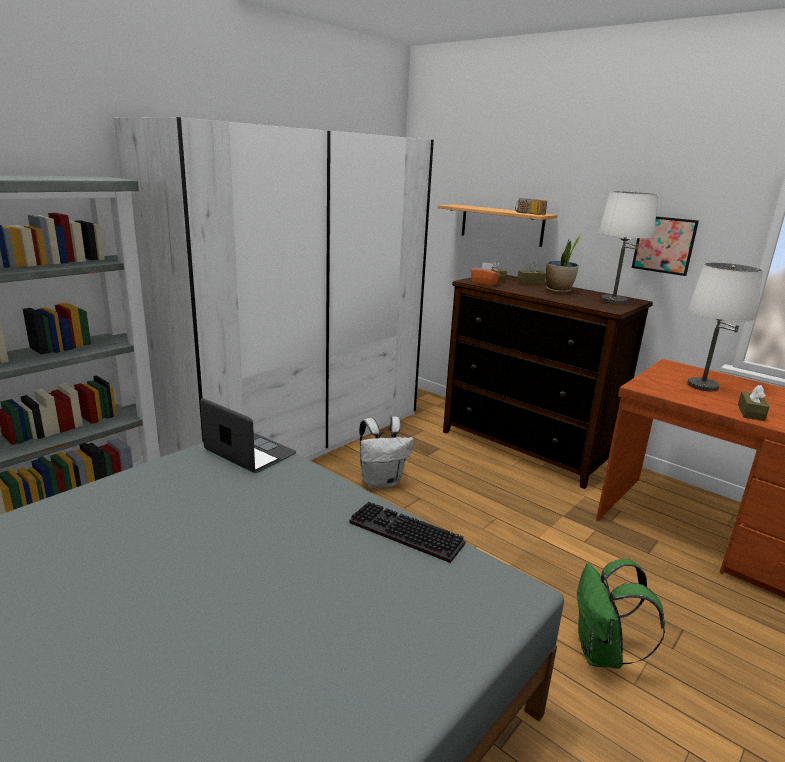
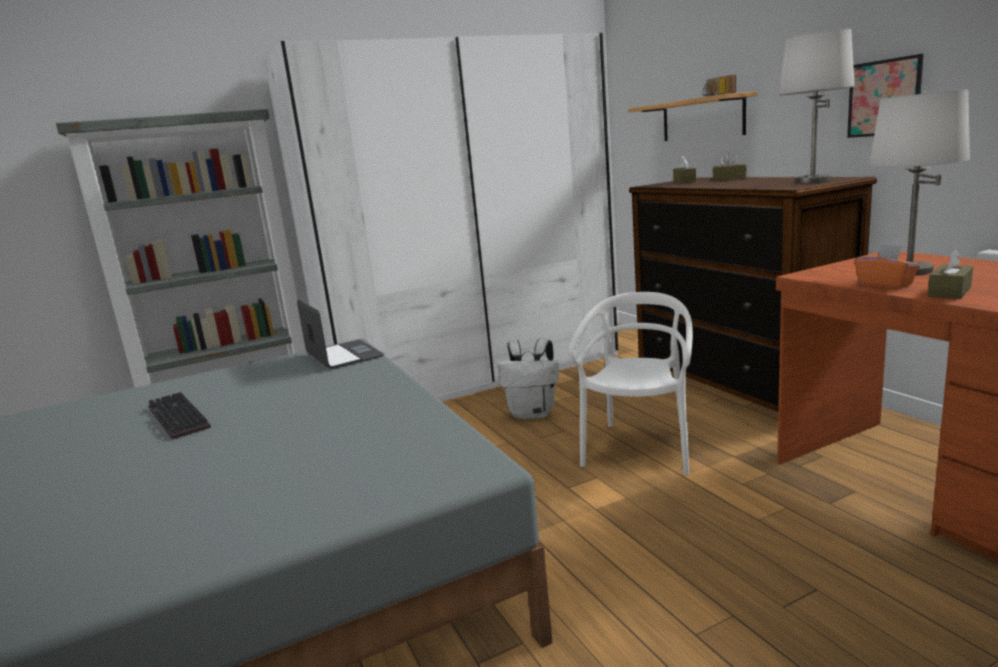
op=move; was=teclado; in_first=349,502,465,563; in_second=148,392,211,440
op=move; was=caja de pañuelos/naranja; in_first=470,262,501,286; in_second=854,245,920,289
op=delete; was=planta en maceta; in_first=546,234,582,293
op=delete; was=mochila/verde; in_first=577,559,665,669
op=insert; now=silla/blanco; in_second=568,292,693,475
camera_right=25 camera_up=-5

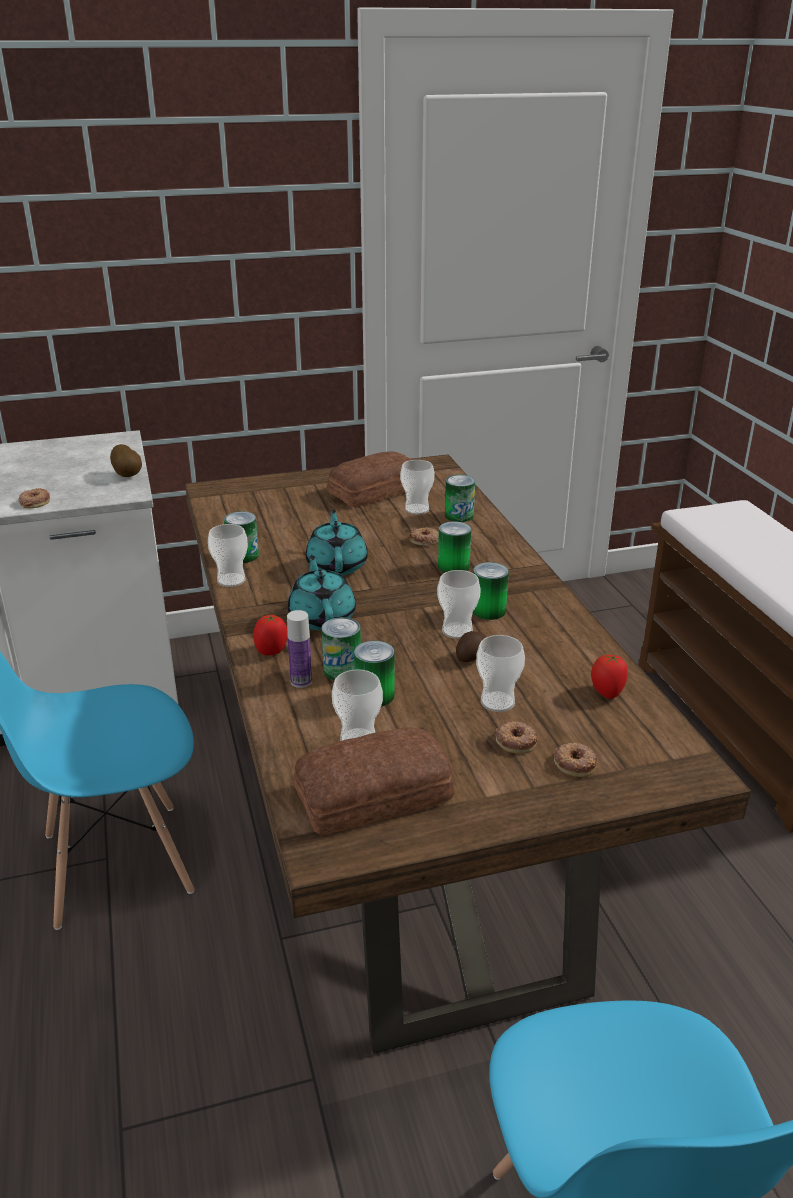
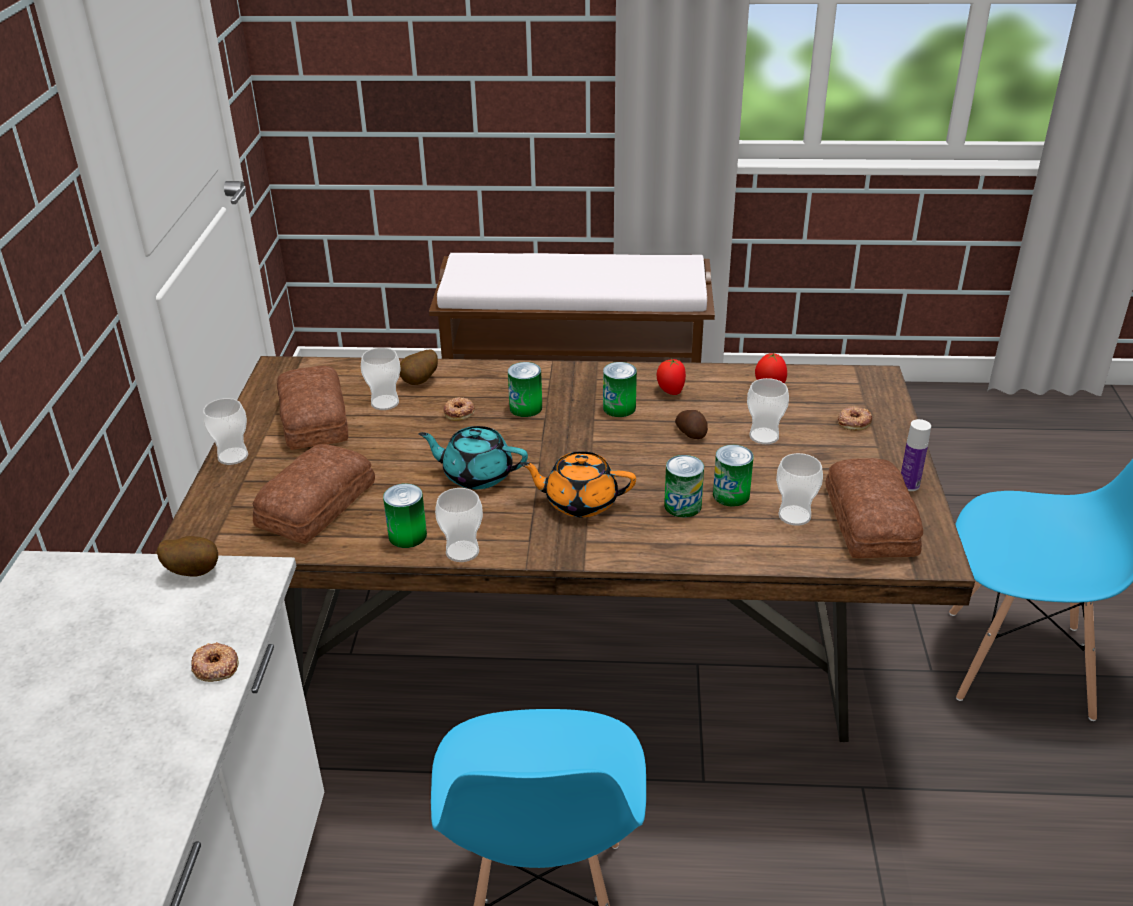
op=move; was=tomate; in_first=253,615,288,655; in_second=657,358,686,395
op=recolor; was=tetera/turquesa; now=tetera/naranja; in_first=287,555,356,630; in_second=520,451,636,517
op=move; was=botella; in_first=287,610,312,688; in_second=901,419,931,491
op=move; was=taza; in_first=437,570,481,639; in_second=203,398,248,465
op=replace; was=lata; now=patata; in_first=445,475,475,522; in_second=400,349,438,385
op=delete; was=rosquilla; in_first=495,722,538,754
op=insert; now=pan; in_second=252,444,375,544
camera_right=-70 camera_up=5

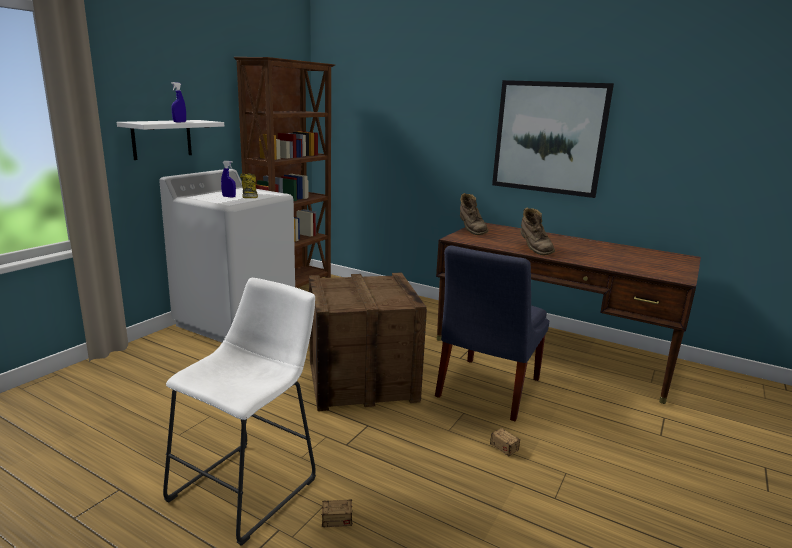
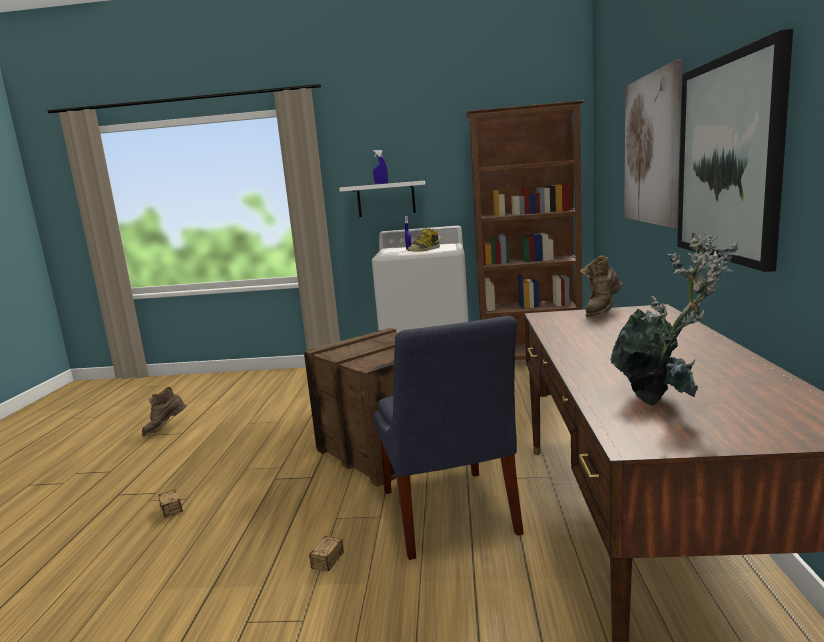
op=delete; was=taburete/blanco; in_first=163,278,316,546
op=rotate; was=silla/azul; in_first=435,246,549,421; in_second=374,316,524,560; clockwise=-105
op=move; was=bota/marrón; in_first=521,207,555,256; in_second=142,387,187,436
op=insert; now=planta en maceta; in_second=611,233,738,406
op=insert; now=cuadro; in_second=624,59,682,228
camera_right=65 camera_up=-5

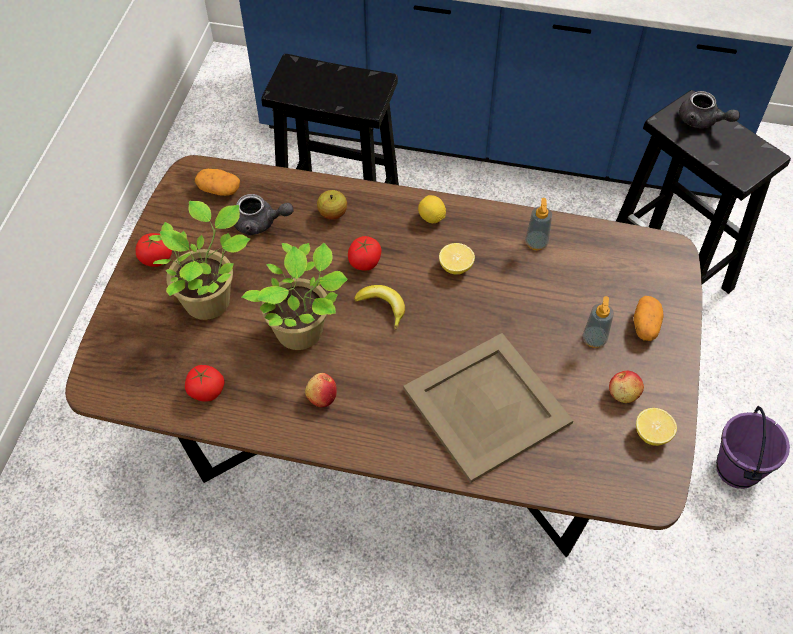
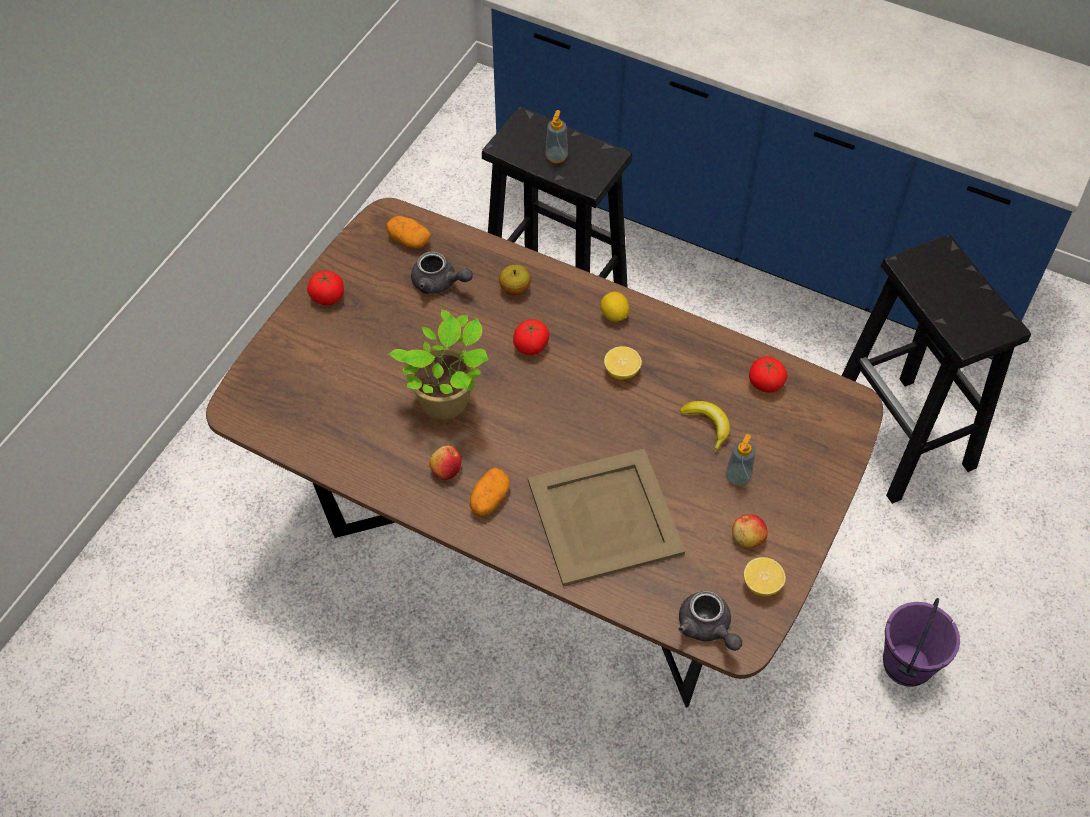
op=delete; was=planta en maceta; in_first=148,201,250,320
op=move; was=tomate; in_first=185,365,225,402; in_second=749,356,788,393
op=move; was=plátano; in_first=354,285,405,330; in_second=680,401,730,452
op=move; was=dispensador de jabón; in_first=525,198,552,250; in_second=545,110,568,163
op=move; was=patata; in_first=634,296,664,341; in_second=470,468,510,516
op=move; was=tetera/gris; in_first=679,91,740,128; in_second=679,591,742,651
camera_right=15 camera_up=0

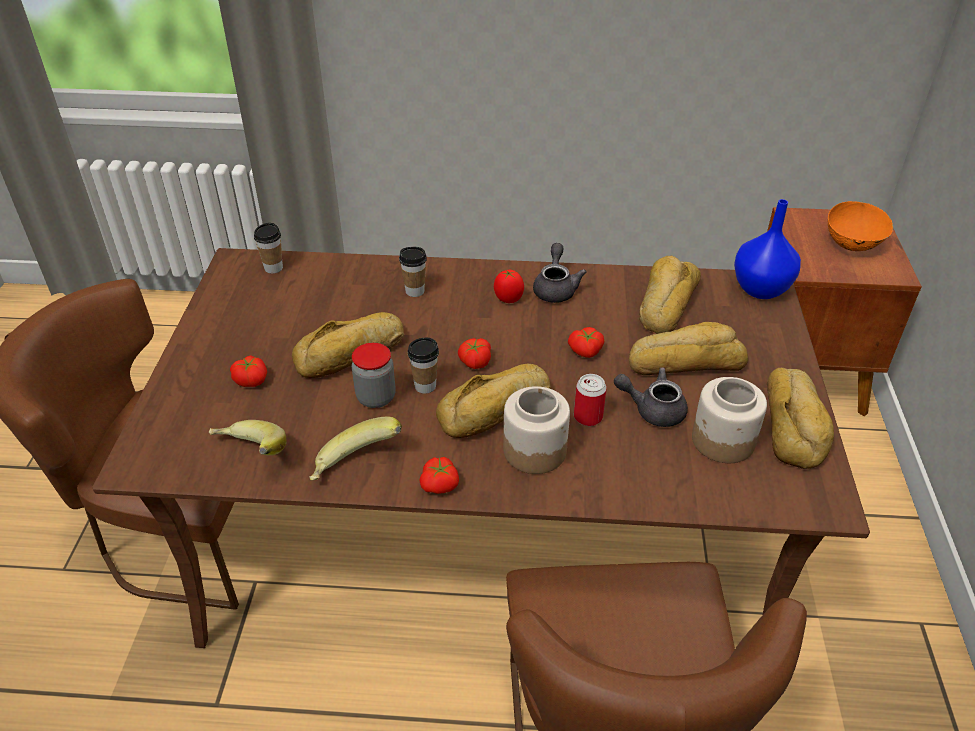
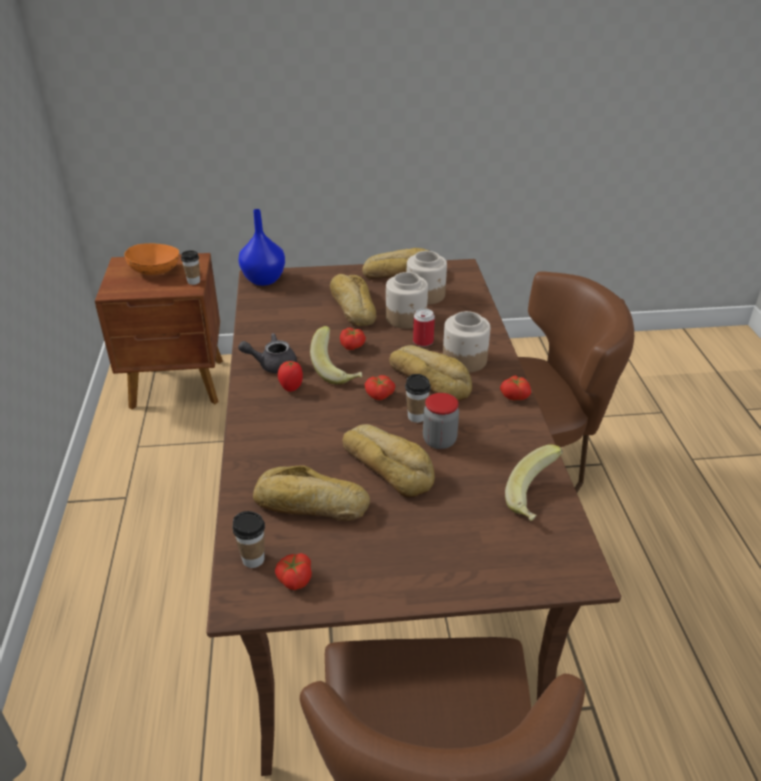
op=move; was=tomate; in_first=230,355,267,387; in_second=275,553,312,590
op=move; was=plátano; in_first=309,417,402,481; in_second=310,326,362,385
op=move; was=taza; in_first=399,246,427,297; in_second=181,250,200,285
op=replace; was=tetera/gris; now=tarro; in_first=614,367,688,427; in_second=386,272,428,329
op=move; was=pan; in_first=639,256,701,334; in_second=253,465,370,521
camera_right=-100 camera_up=-5

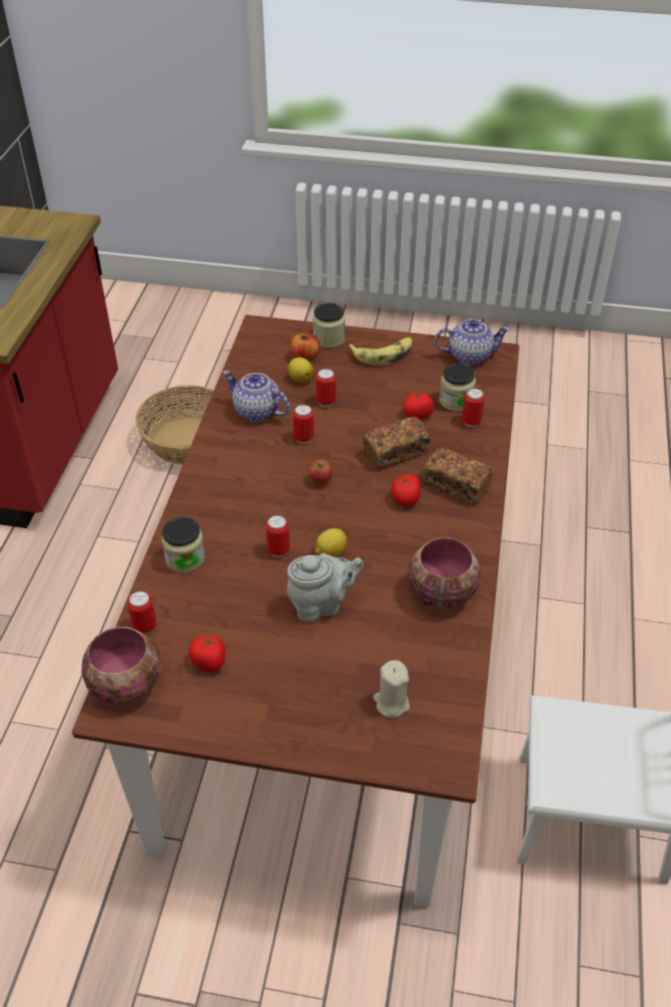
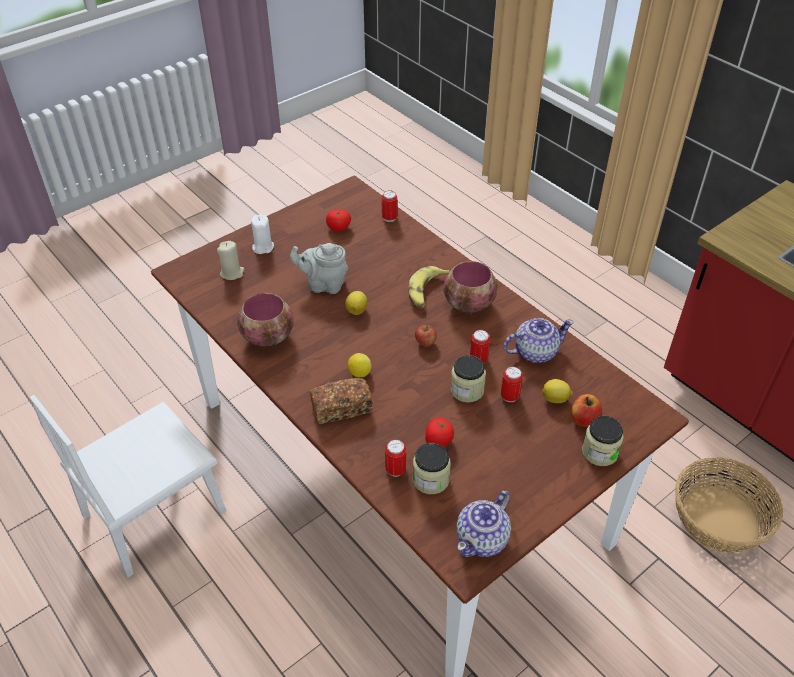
op=move; was=cuenco; in_first=82,627,161,704; in_second=444,261,497,316
op=move; was=tarro; in_first=162,517,205,573; in_second=450,355,486,403
op=delete; was=lata; in_first=266,515,290,557
op=rotate; was=tetera/gris; in_first=287,553,364,622; in_second=290,243,348,294; clockwise=75
op=move; was=plátano; in_first=348,337,413,365; in_second=409,266,450,308
op=delete; was=pan; in_first=363,417,430,470
op=replace; was=tomate; now=limón; in_first=391,474,421,506; in_second=348,353,372,377
op=insert; now=vela/blanco; in_second=251,214,274,254
camera_right=130 camera_up=0

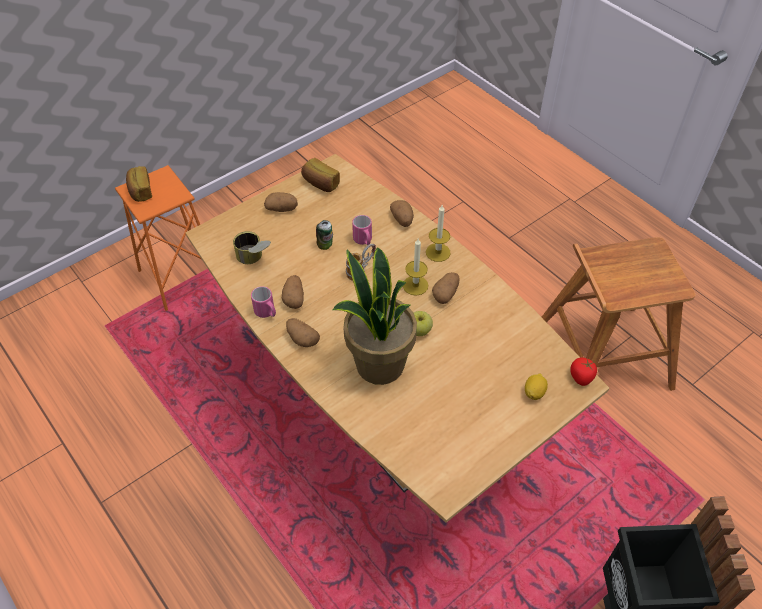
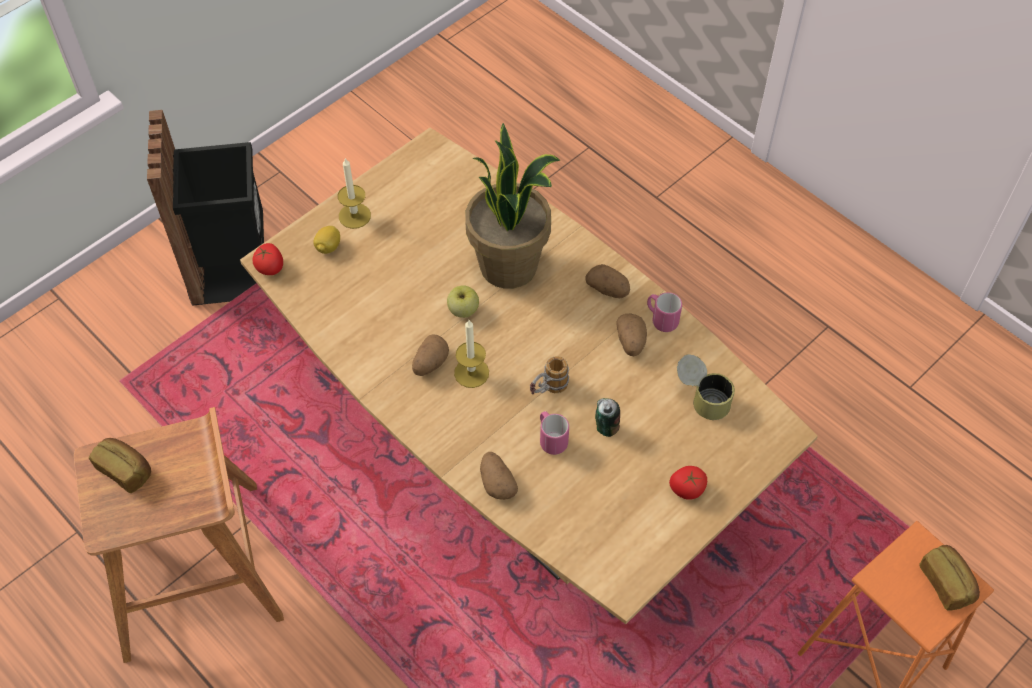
op=replace; was=patata; now=tomate; in_first=264,192,298,212; in_second=669,466,707,500
op=move; was=pan; in_first=301,158,340,192; in_second=89,438,151,493
op=move; was=vela; in_first=426,205,450,262; in_second=338,157,371,229
camera_right=175 camera_up=5

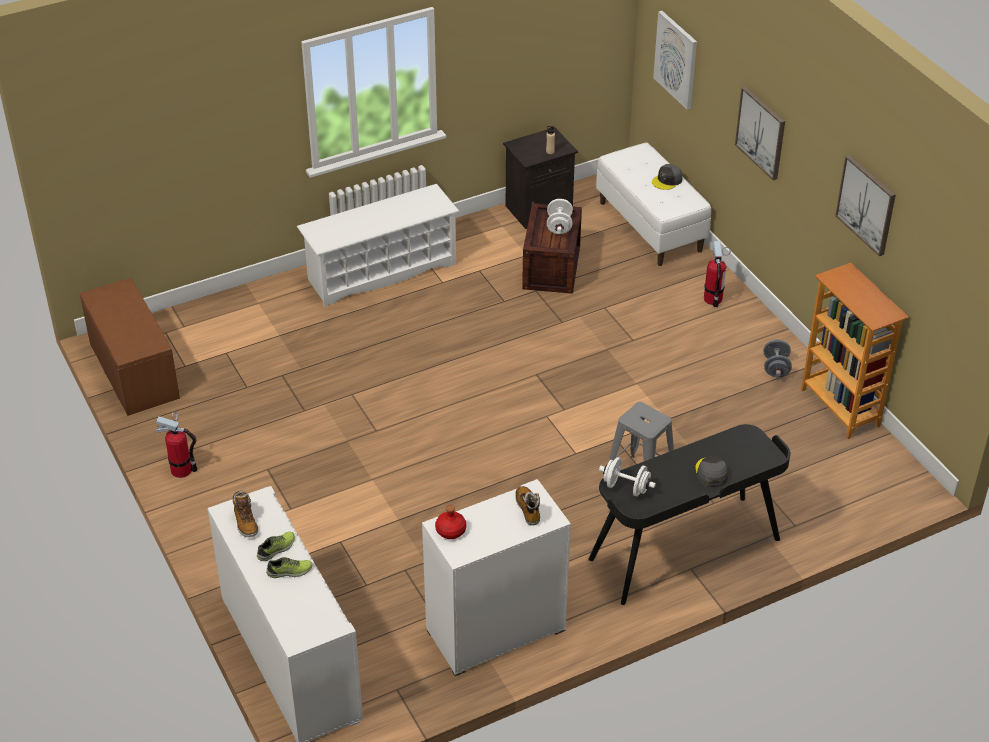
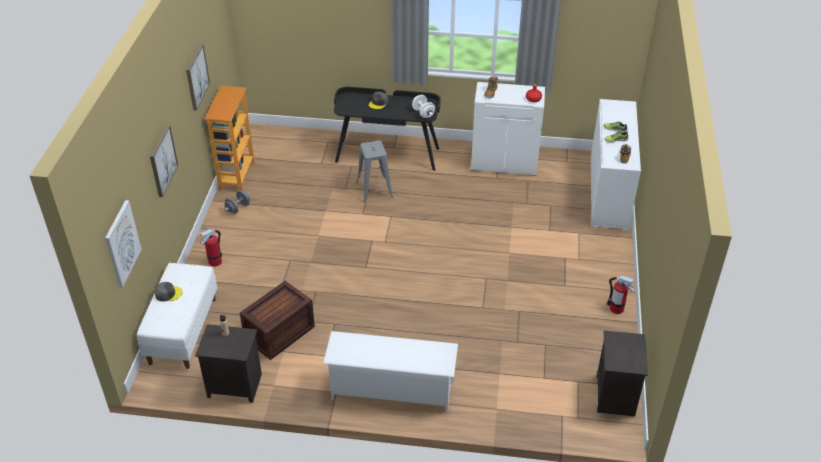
op=replace; was=banco/marrón; now=mesita de noche/negro; in_first=80,278,180,416; in_second=597,331,648,416
op=delete; was=mancuerna/blanco; in_first=547,199,573,234
camera_right=-145 camera_up=0

